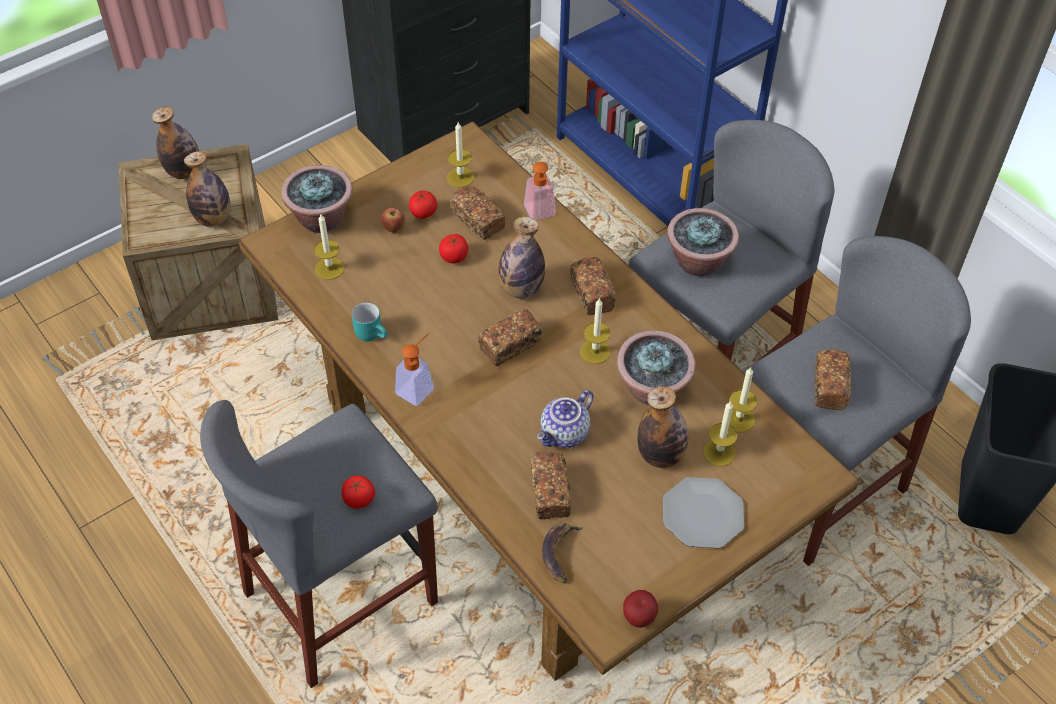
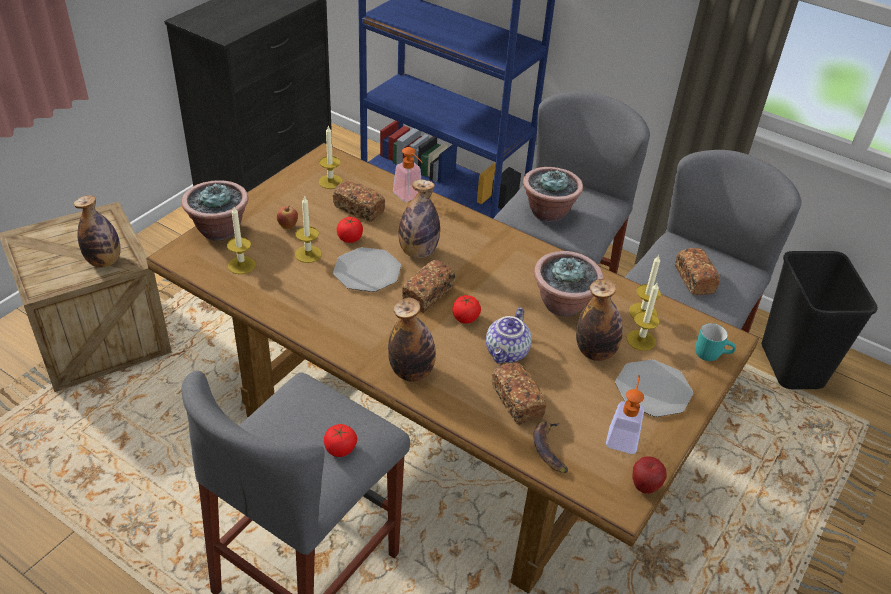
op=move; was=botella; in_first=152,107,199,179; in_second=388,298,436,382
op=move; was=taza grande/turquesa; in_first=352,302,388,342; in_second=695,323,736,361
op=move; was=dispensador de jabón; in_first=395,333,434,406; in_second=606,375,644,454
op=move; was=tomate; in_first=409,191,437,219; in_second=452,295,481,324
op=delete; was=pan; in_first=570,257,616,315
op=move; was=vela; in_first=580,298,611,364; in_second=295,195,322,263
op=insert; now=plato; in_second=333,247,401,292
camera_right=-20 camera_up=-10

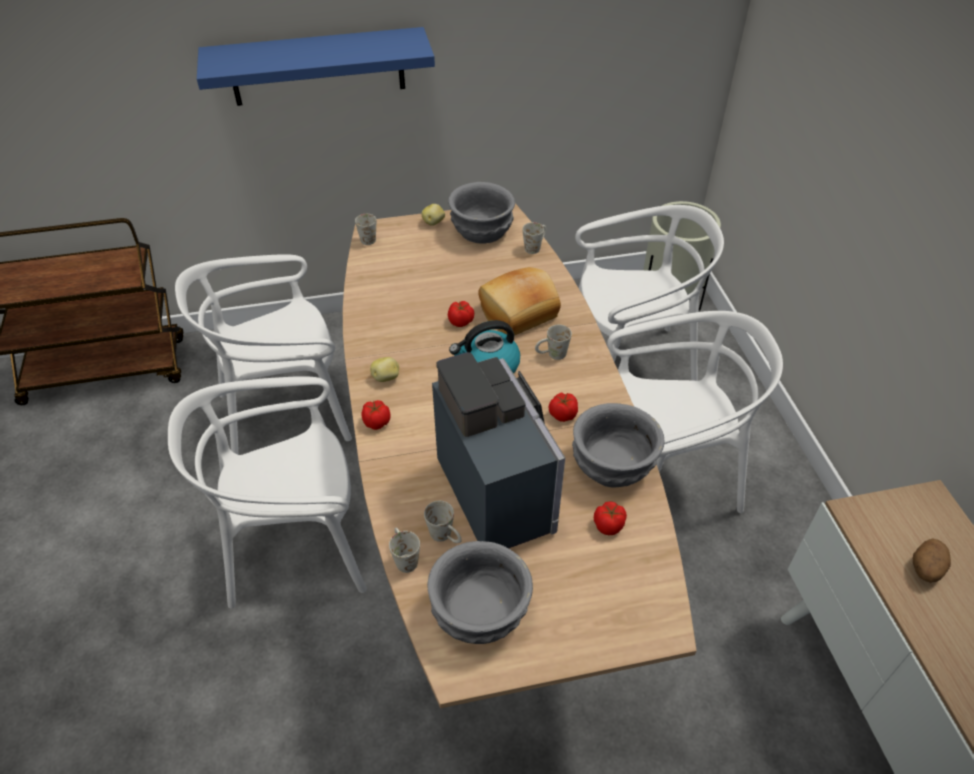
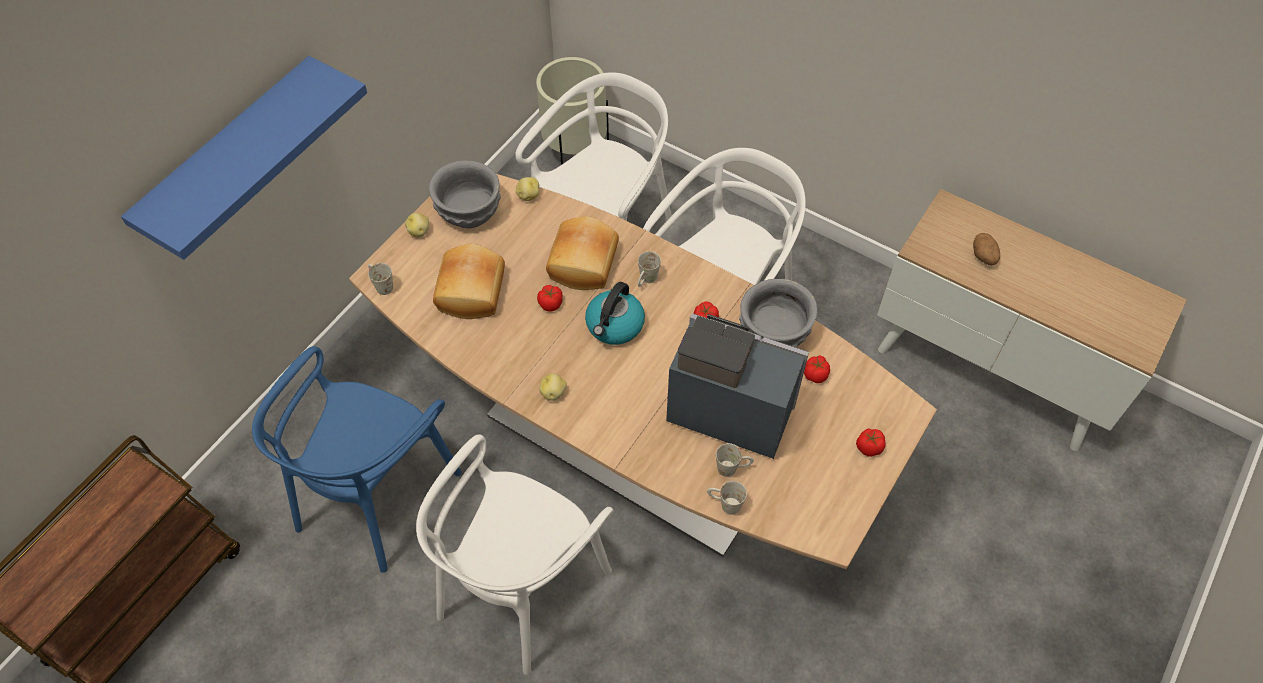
op=recolor; was=silla/blanco; now=silla/azul; in_first=175,254,352,455; in_second=252,346,462,573
op=move; was=tomate; in_first=361,400,391,430; in_second=856,428,886,457
op=delete; was=cuenco/gris; in_first=427,541,533,644
op=replace; was=taza grande/blanco; now=patata; in_first=523,222,546,254; in_second=516,177,539,201
op=insert; now=pan; in_second=433,244,505,319
camera_right=-45 camera_up=10

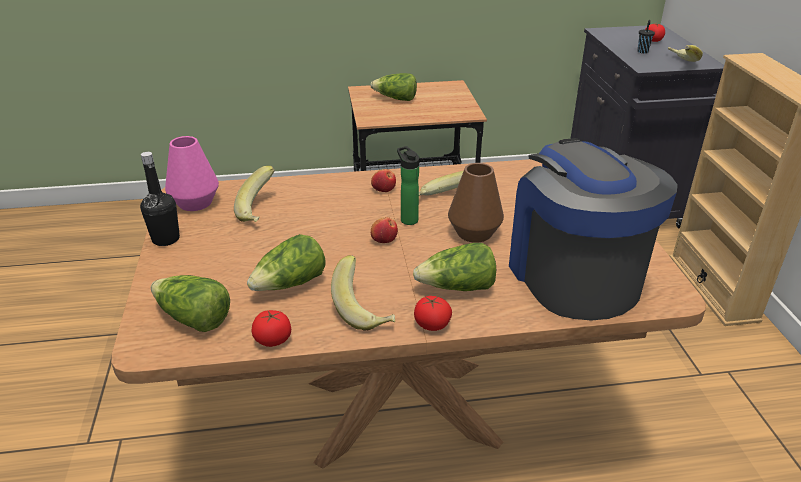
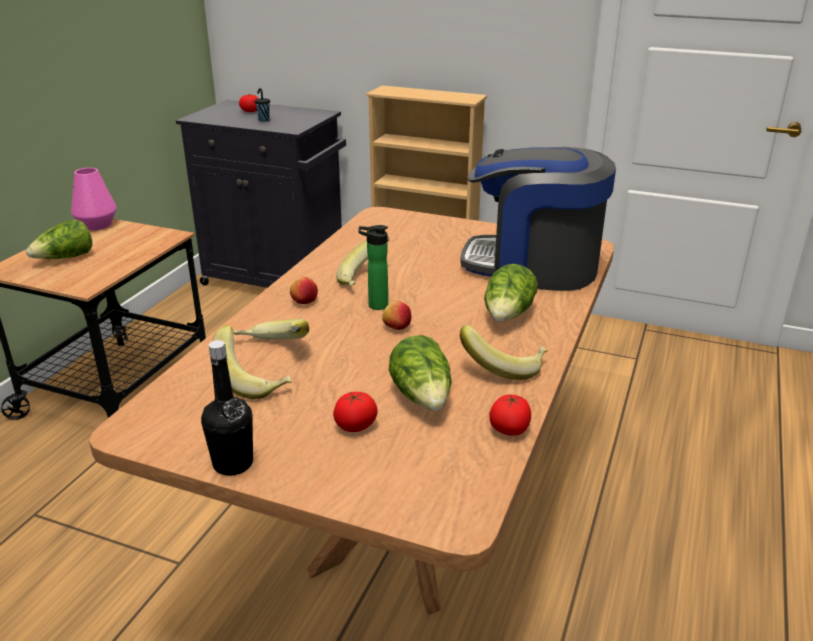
op=delete; was=lechuga; in_first=151,275,230,332
op=move; was=florero/rosa; in_first=165,136,219,211; in_second=71,168,117,230
op=move; was=tomate; in_first=414,296,452,331; in_second=333,392,378,432
op=delete; was=florero/marrón; in_first=448,163,504,243
op=move; was=plátano; in_first=668,45,703,62; in_second=233,319,309,340
camera_right=-60 camera_up=-5

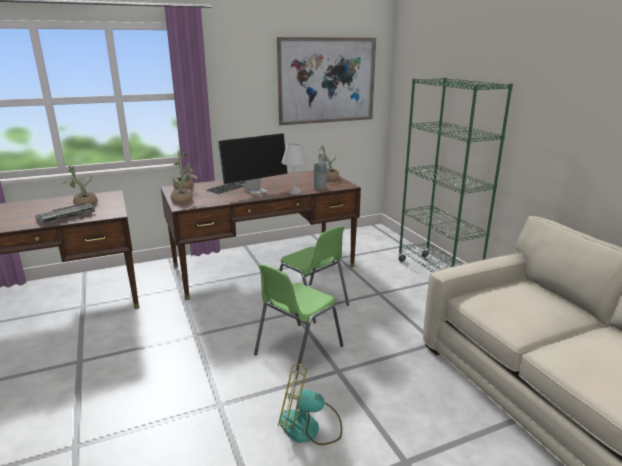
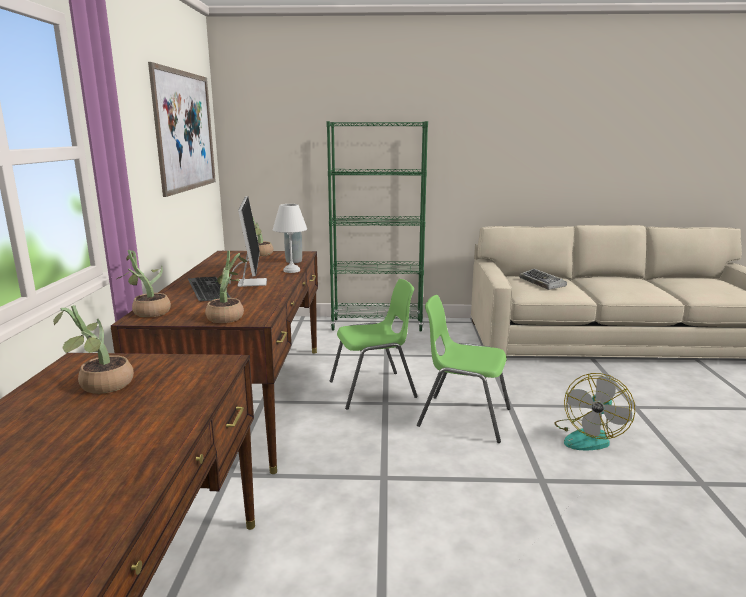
op=move; was=teclado; in_first=35,203,95,224; in_second=520,269,567,290
op=rotate; was=silla/verde; in_first=254,264,343,378; in_second=417,295,511,443; clockwise=135
camera_right=-65 camera_up=-5

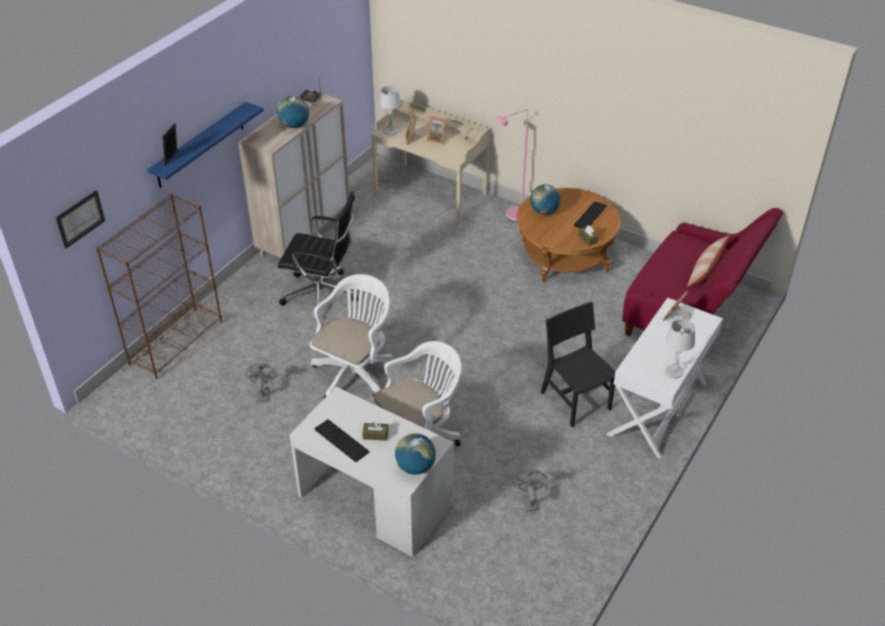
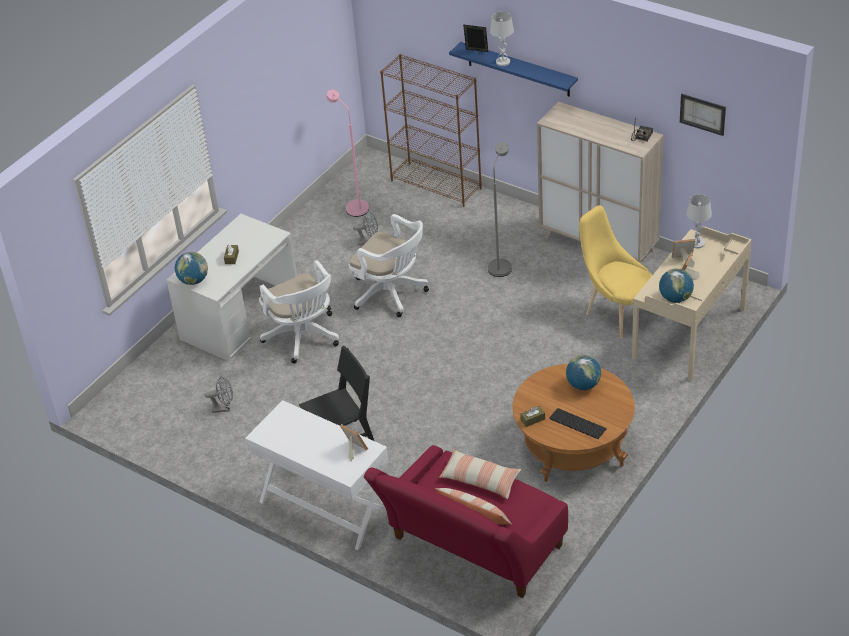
op=move; was=cuadro; in_first=56,190,105,249; in_second=680,94,726,136
op=move; was=globo terráqueo; in_first=277,96,309,128; in_second=659,268,694,303
op=replace; was=silla de oficina/negro; now=lámpara de pie/gris; in_first=278,191,358,306; in_second=488,142,512,277
op=delete; was=teclado; in_first=314,419,370,462
op=move; was=lámpara de pie/rosa; in_first=495,109,528,222; in_second=326,90,369,217
op=move; was=lámpara de mesa/blanco; in_first=665,319,695,378; in_second=490,12,514,66
op=insert; now=cojín; in_second=439,449,522,499
op=insert; now=silla/amarillo; in_second=579,205,655,339
camera_right=95 camera_up=0

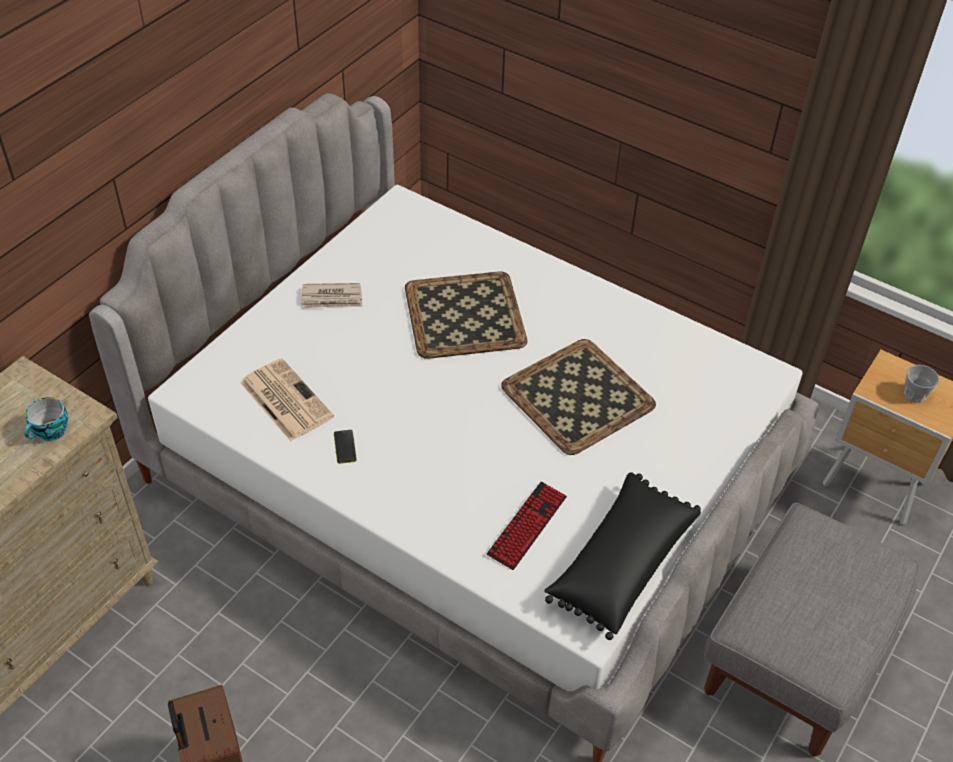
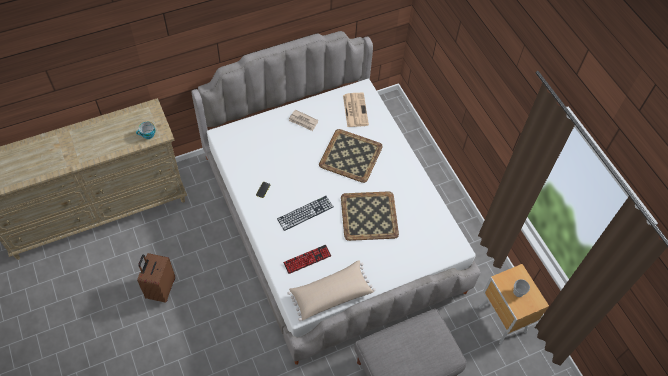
op=move; was=periódico; in_first=241,358,334,441; in_second=343,93,369,127
op=recolor; was=cojín/negro; now=cojín/beis; in_first=544,472,701,640; in_second=287,260,376,321
op=insert; now=teclado; in_second=277,196,334,231
camera_right=30 camera_up=10

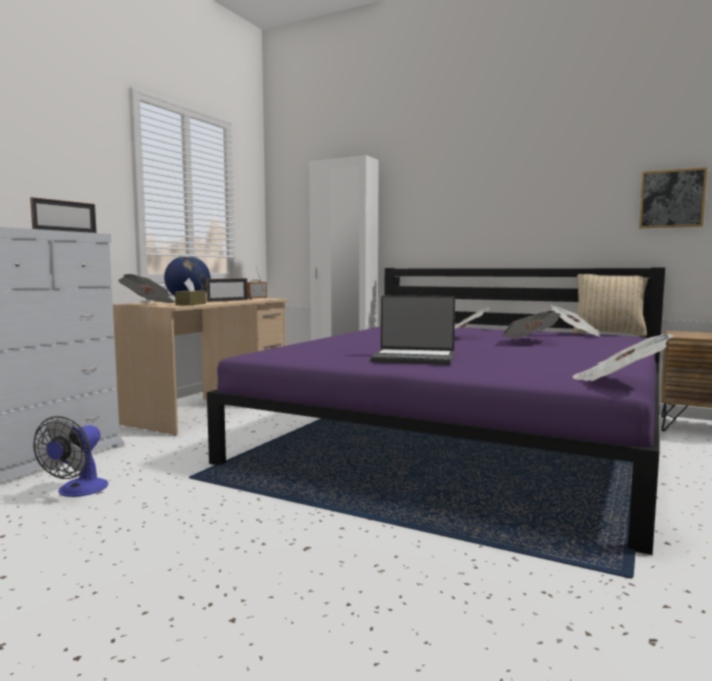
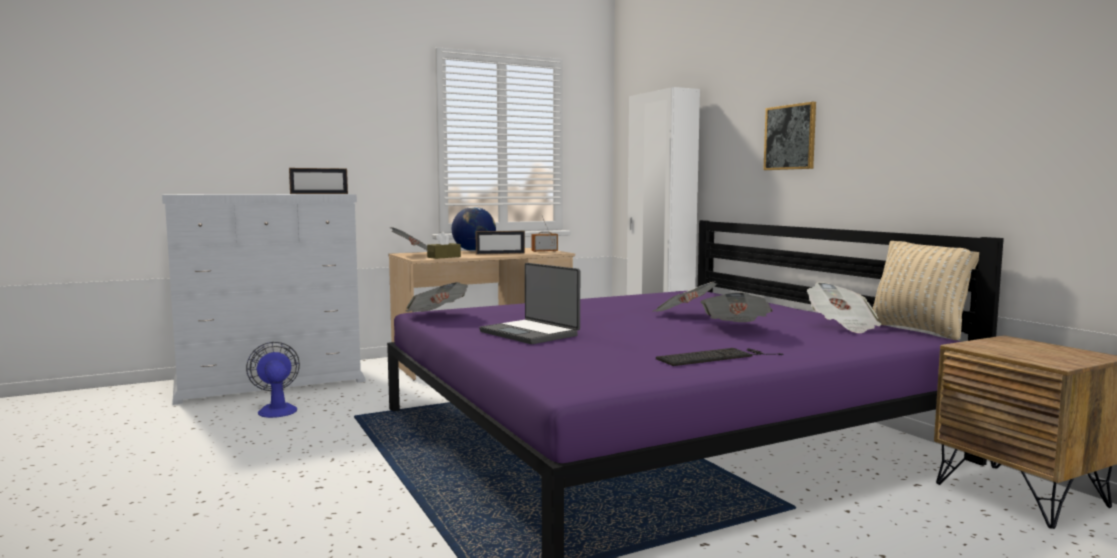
op=rotate; was=ventilador; in_first=33,416,108,497; in_second=246,342,300,418; clockwise=105
op=move; was=periódico; in_first=572,334,674,381; in_second=406,282,468,312
op=move; was=cuadro; in_first=639,167,707,228; in_second=763,102,816,170
op=insert; now=teclado; in_second=656,348,783,366
camera_right=35 camera_up=0

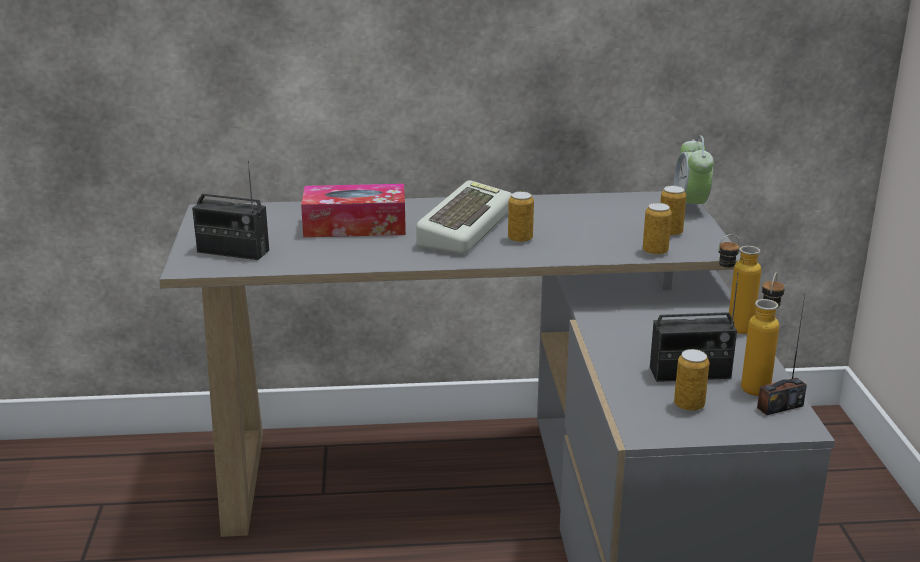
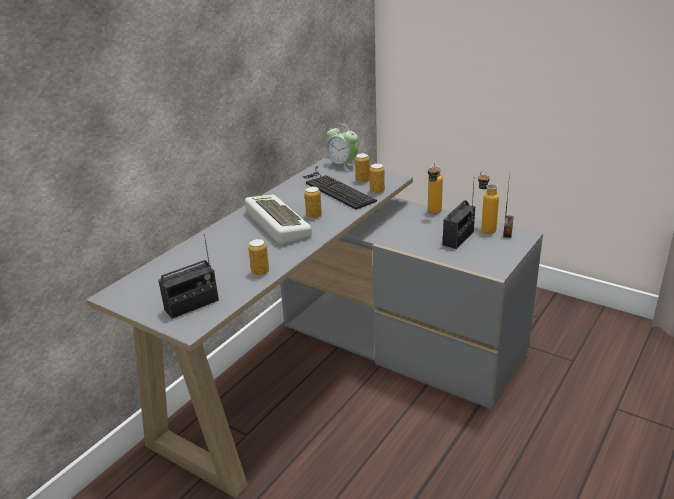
op=delete; was=caja de pañuelos; in_first=301,184,406,237
op=move; was=lata; in_first=674,349,709,412; in_second=248,239,269,276
op=insert; now=teclado; in_second=303,166,377,210
camera_right=-50 camera_up=5

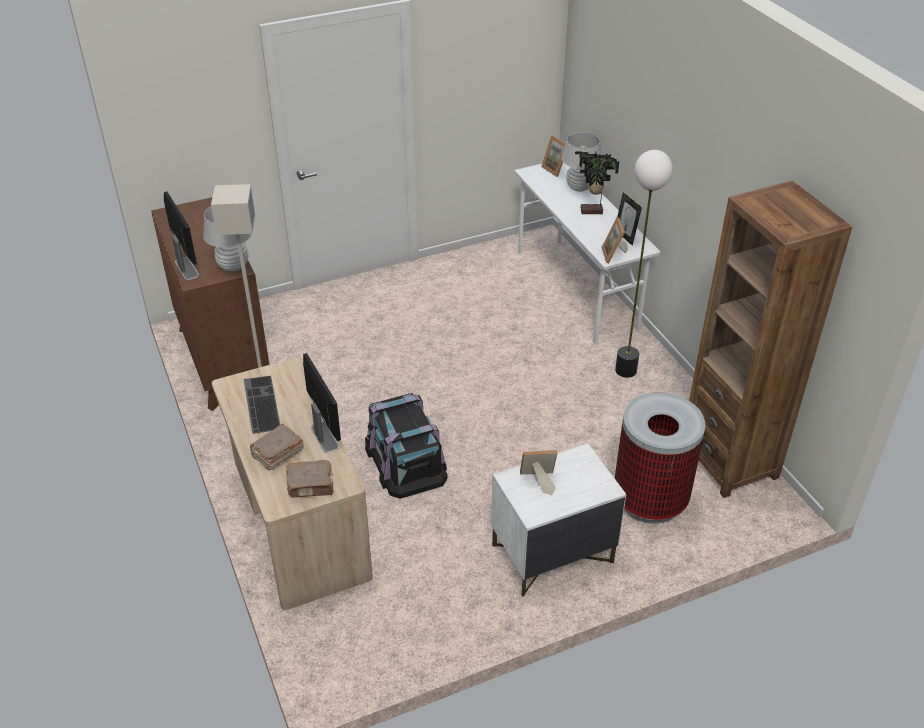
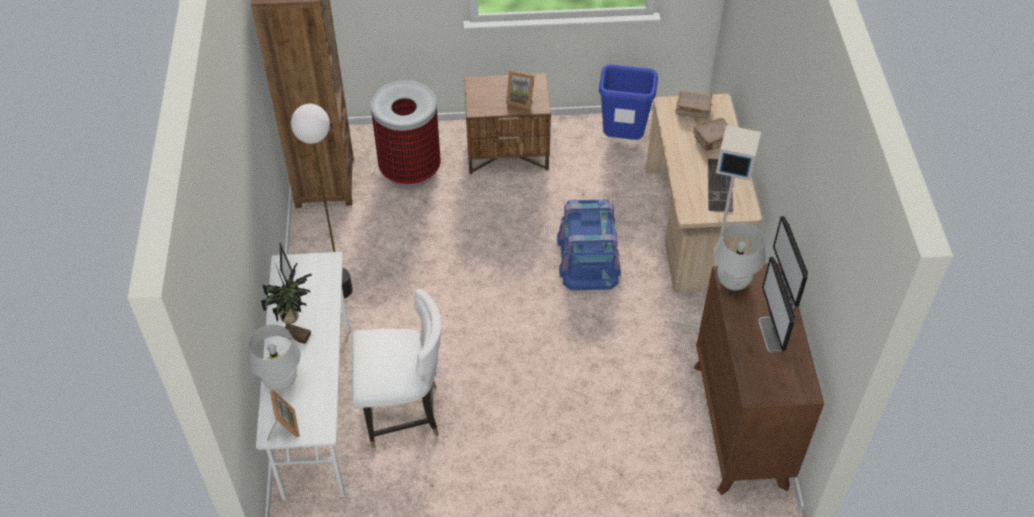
op=move; was=monitor; in_first=303,353,341,453; in_second=759,257,795,352
op=recolor; was=caja de almacenaje/negro; now=caja de almacenaje/azul; in_first=365,393,447,499; in_second=557,200,621,290
op=recolor; was=mesita de noche/blanco; now=mesita de noche/marrón; in_first=491,443,627,597; in_second=464,73,551,175
op=delete; was=portarretratos; in_first=601,217,628,263
op=insert; now=silla/blanco; in_second=352,289,441,448
op=insert; now=papelera/azul; in_second=599,64,658,140
camera_right=-160 camera_up=10

